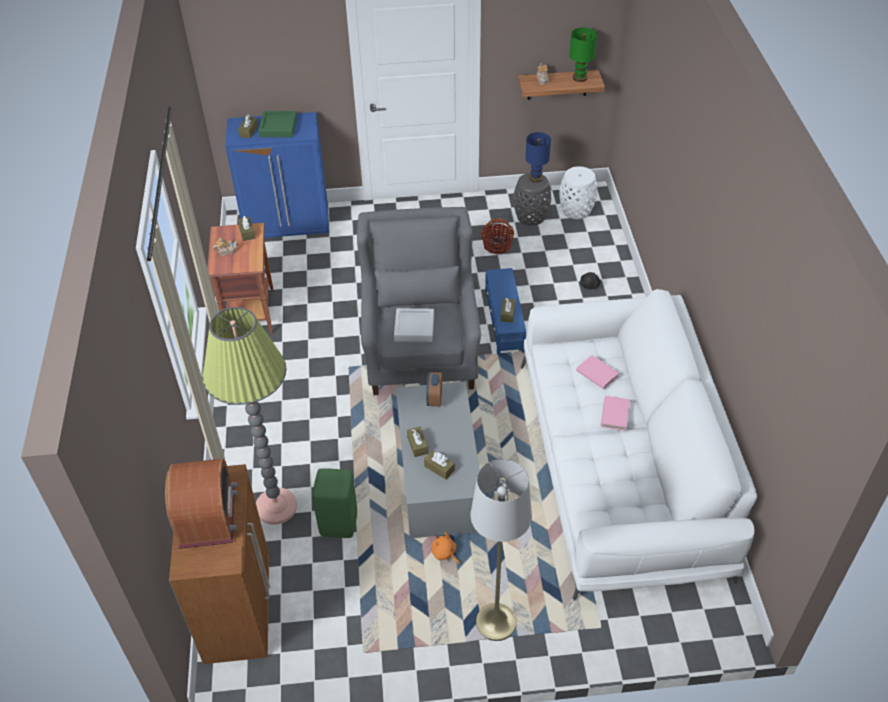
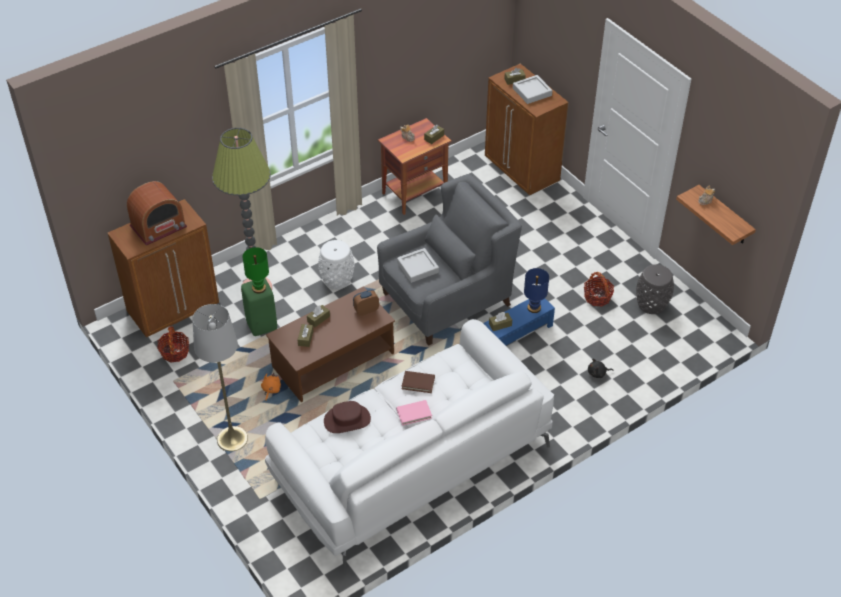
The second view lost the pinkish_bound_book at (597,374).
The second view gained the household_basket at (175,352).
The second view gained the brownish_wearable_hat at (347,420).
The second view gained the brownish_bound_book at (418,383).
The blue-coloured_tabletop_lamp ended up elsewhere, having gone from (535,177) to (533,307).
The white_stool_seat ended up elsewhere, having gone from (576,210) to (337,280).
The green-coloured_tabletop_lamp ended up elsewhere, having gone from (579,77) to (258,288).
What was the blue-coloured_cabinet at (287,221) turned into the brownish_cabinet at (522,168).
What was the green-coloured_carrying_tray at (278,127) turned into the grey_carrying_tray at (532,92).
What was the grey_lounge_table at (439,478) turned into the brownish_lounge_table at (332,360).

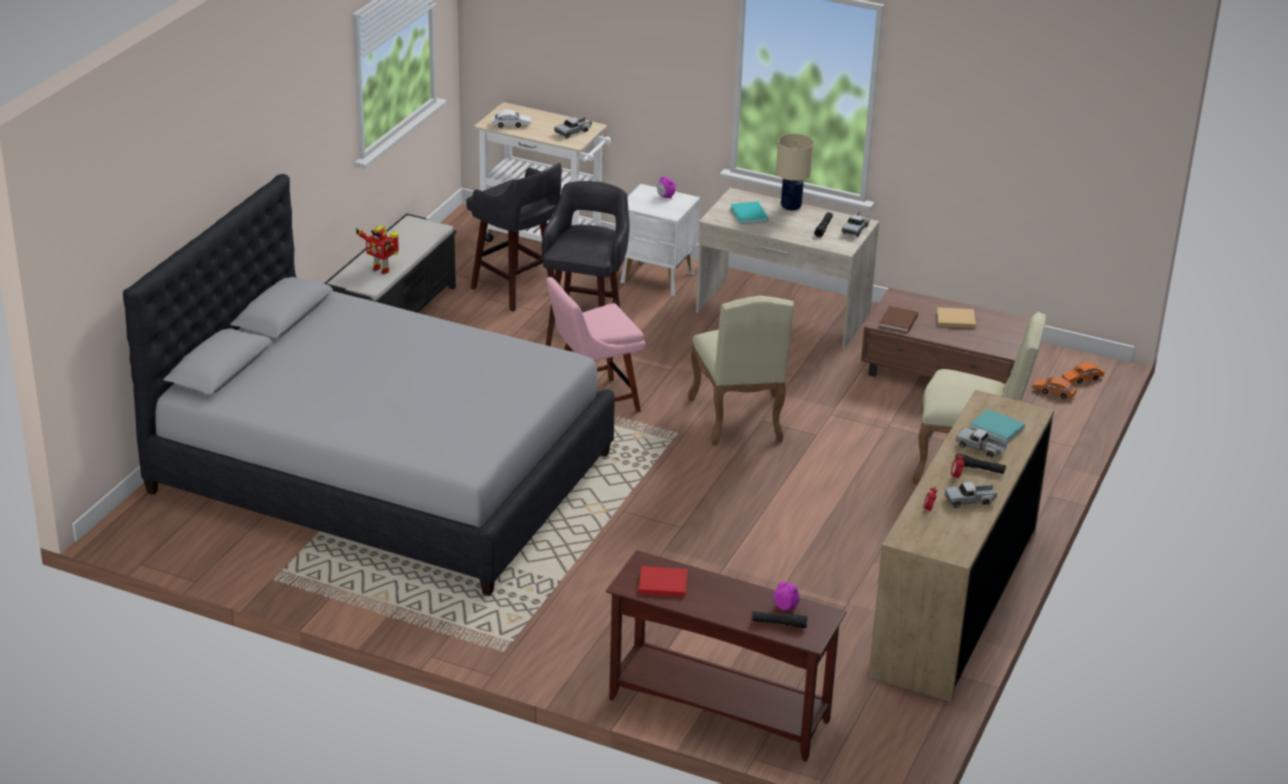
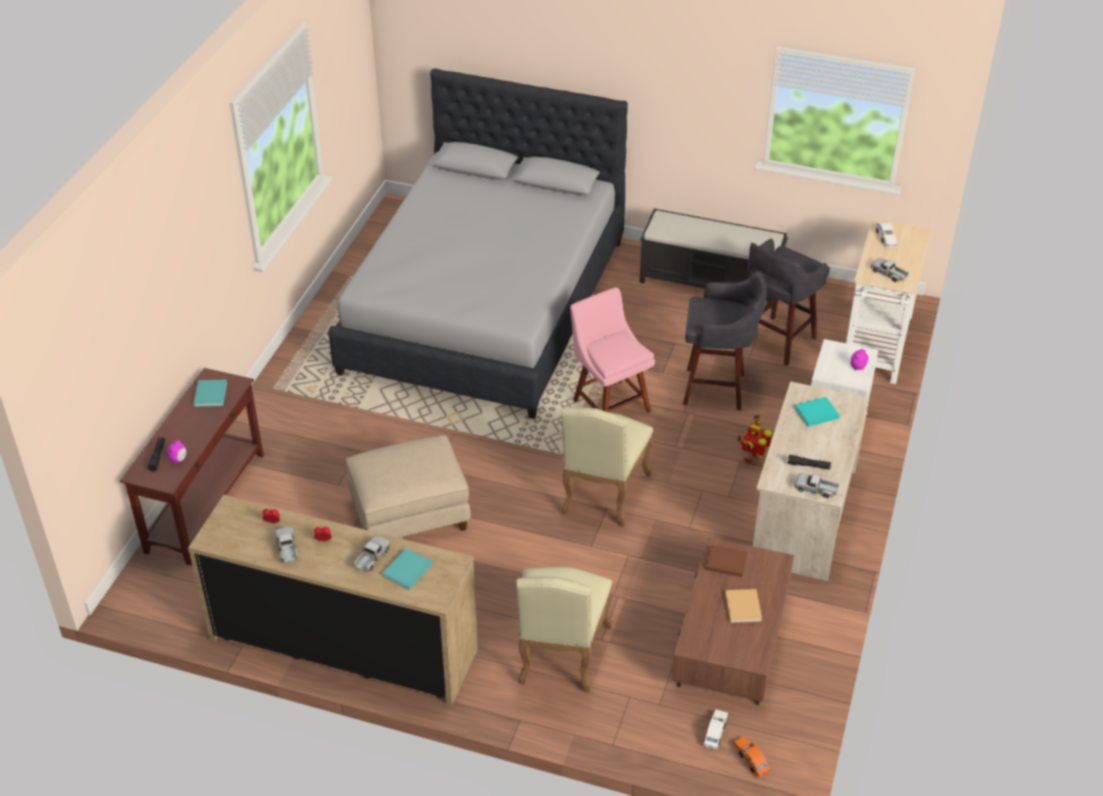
The second view lost the beige_tabletop_lamp at (791,207).
The second view lost the blackish_torch at (979,469).
The second view gained the beige_ottoman at (410,515).
The robot_figure ended up elsewhere, having gone from (381,269) to (752,458).
What was the red_bound_book at (661,583) turned into the turquoise_bound_book at (210,393).
What was the orange-coloured_toy_car at (1053,392) turned into the white_toy_car at (715,732).
The beige_plain_chair at (740,421) ended up facing another way, 60 degrees counterclockwise from before.

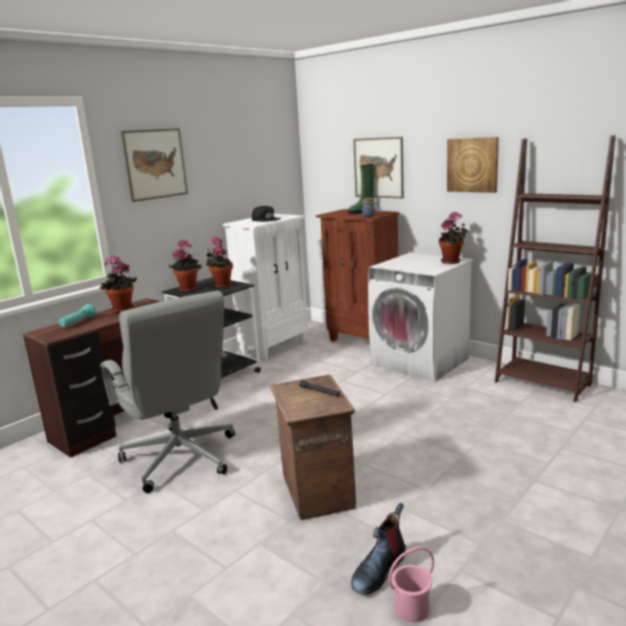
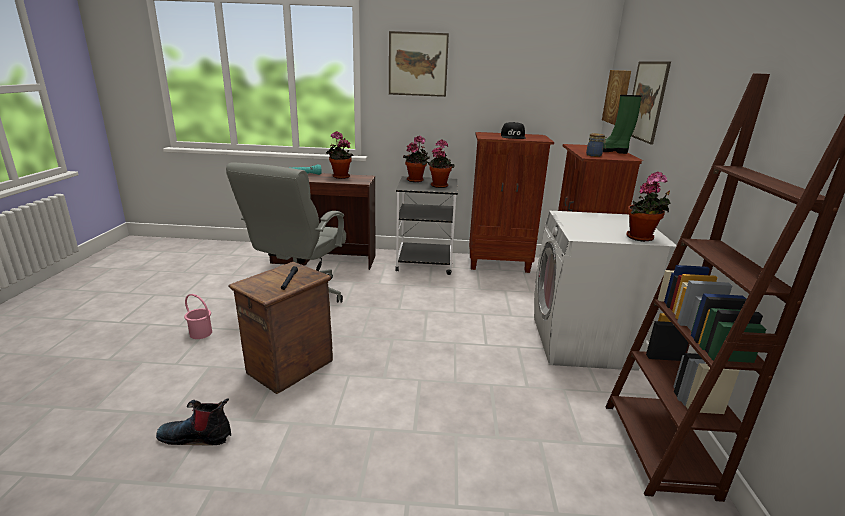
The pinkish_bucket ended up elsewhere, having gone from (412,609) to (200,333).
The wall_picture ended up elsewhere, having gone from (472,165) to (617,97).
What was the white_cabinet at (274,348) turned into the brownish_cabinet at (499,265).

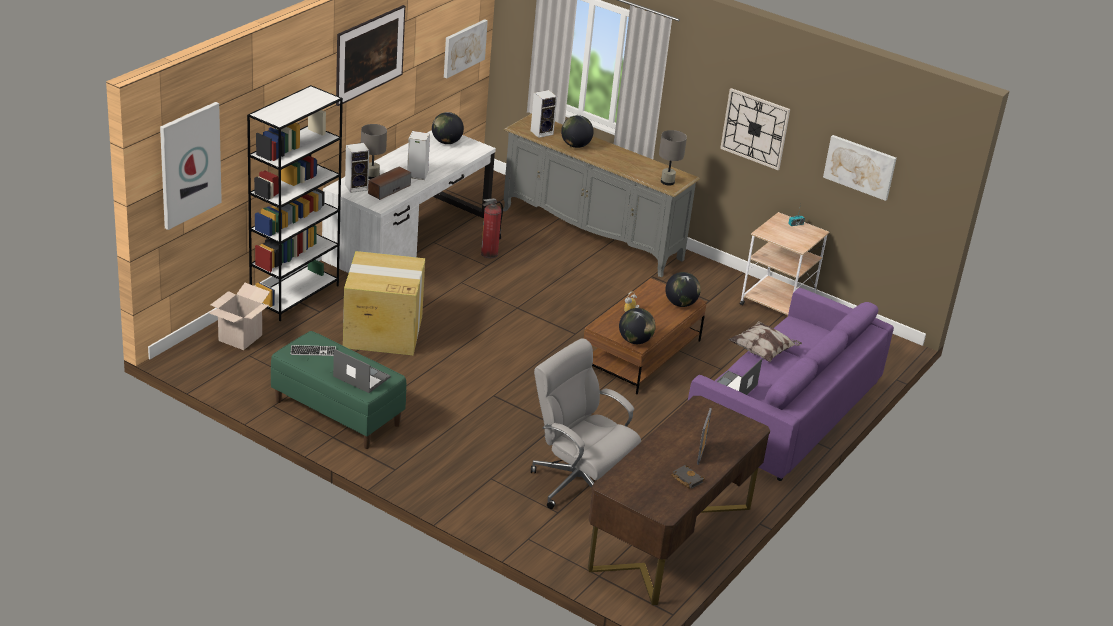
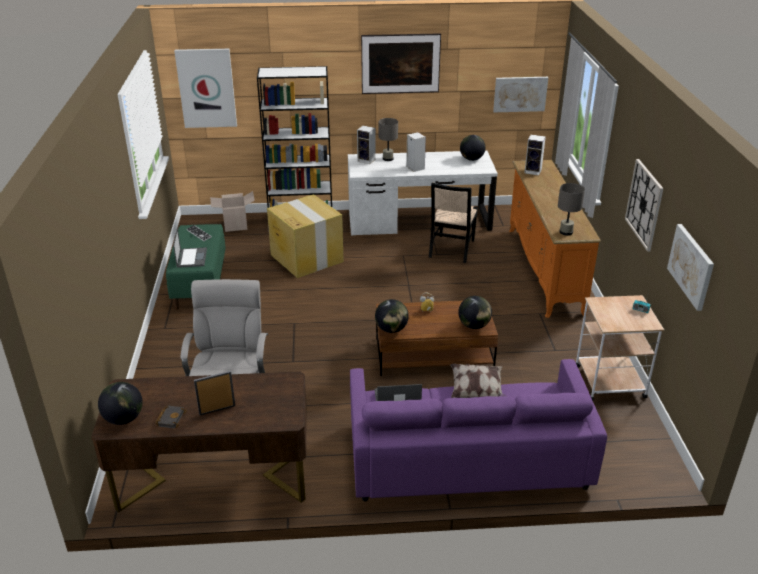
The second view lost the speaker at (389,189).
The desk_globe ended up elsewhere, having gone from (575,145) to (124,419).
Where the fire-fighting_cylinder stood at (489,254), the plain_chair came to stand at (452,249).
What was the grey_cabinet at (591,235) turned into the orange-coloured_cabinet at (543,269).

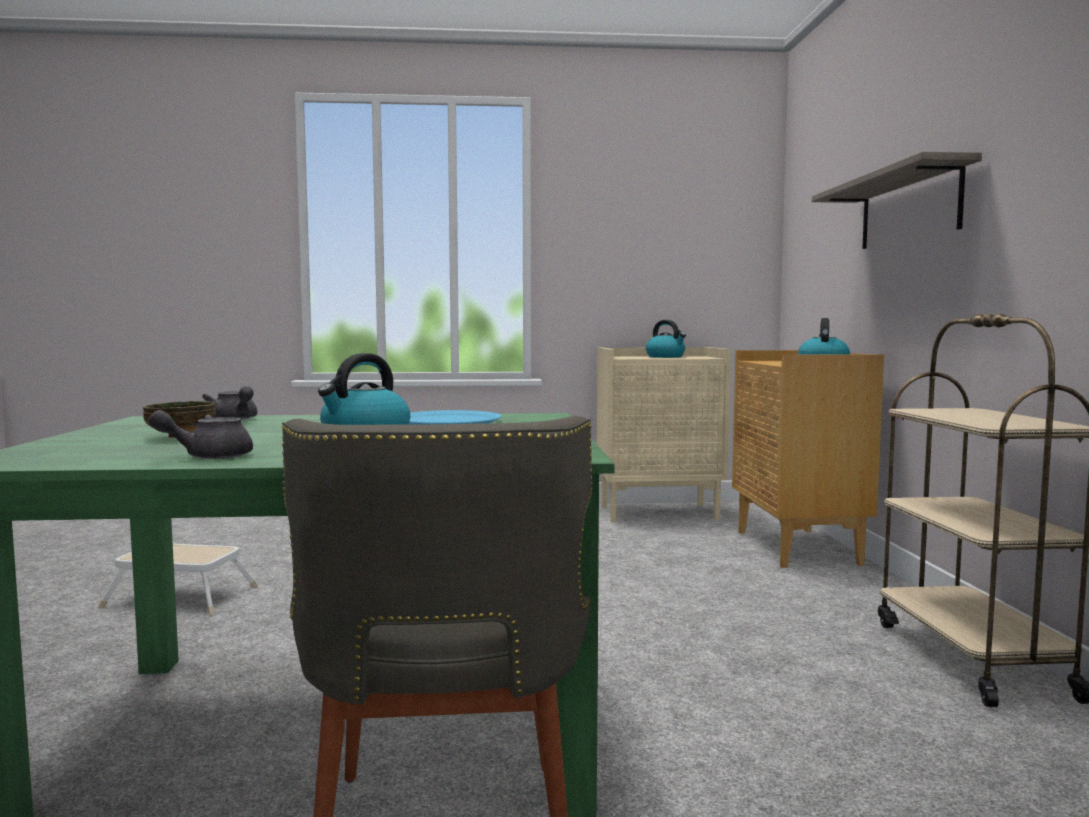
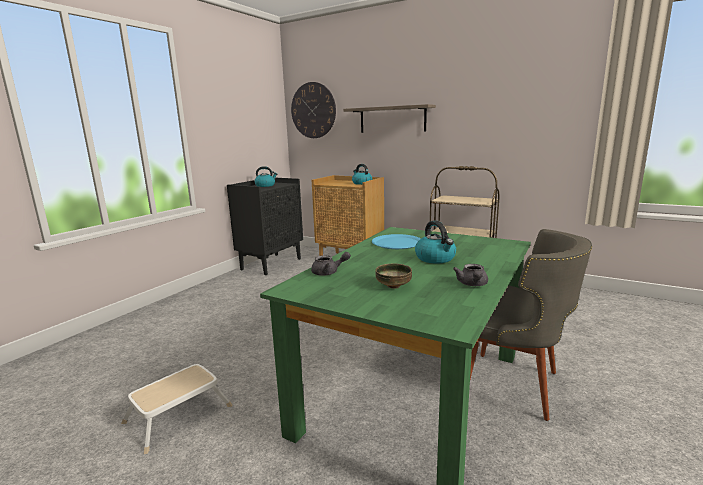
The second view gained the clock_on_the_wall at (313,110).
What was the beige_cabinet at (659,513) turned into the blackish_cabinet at (271,264).

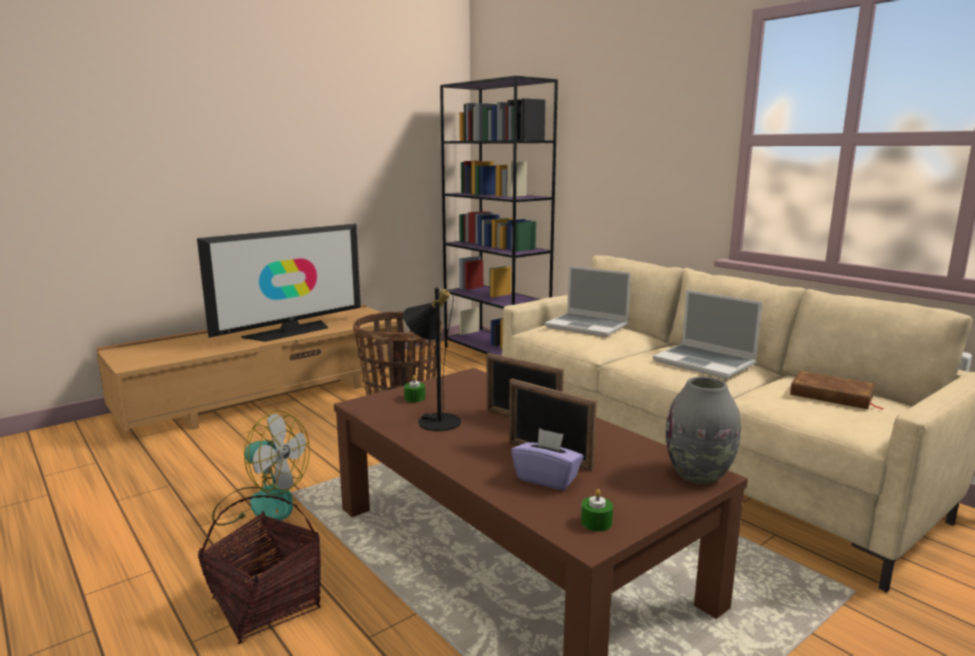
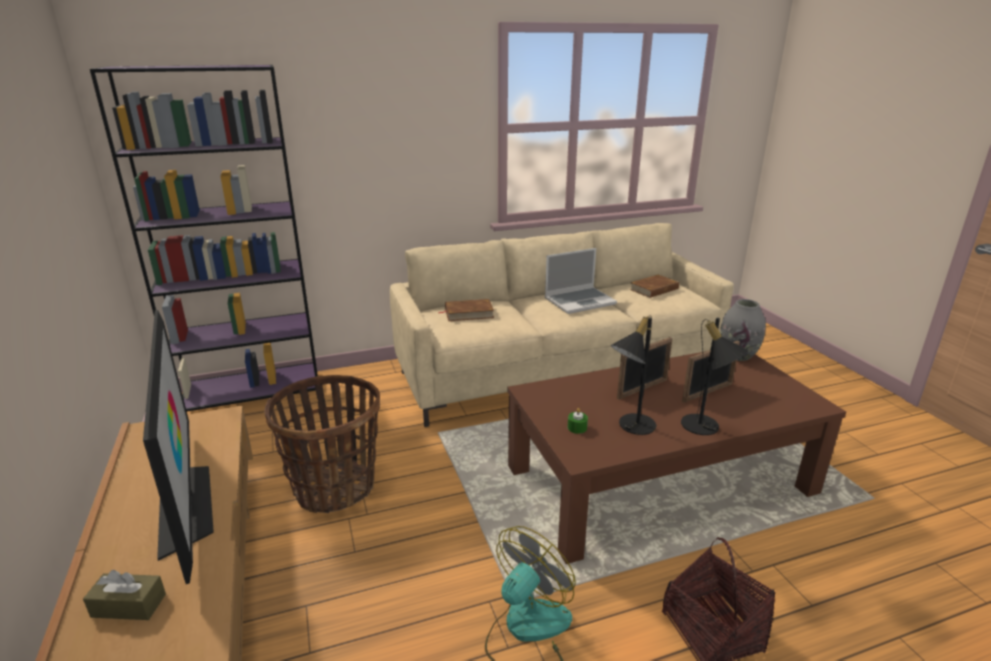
The second view lost the purple-coloured_tissue_holder at (547,479).
The second view lost the green-coloured_wax_light at (596,522).
The second view gained the brownish_tissue_holder at (129,605).
The second view gained the blackish_tabletop_lamp at (705,428).
Where the laptop stood at (588,326), the brownish_bound_book came to stand at (468,313).

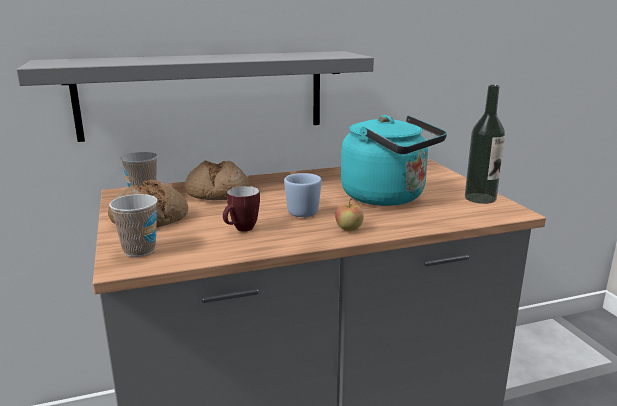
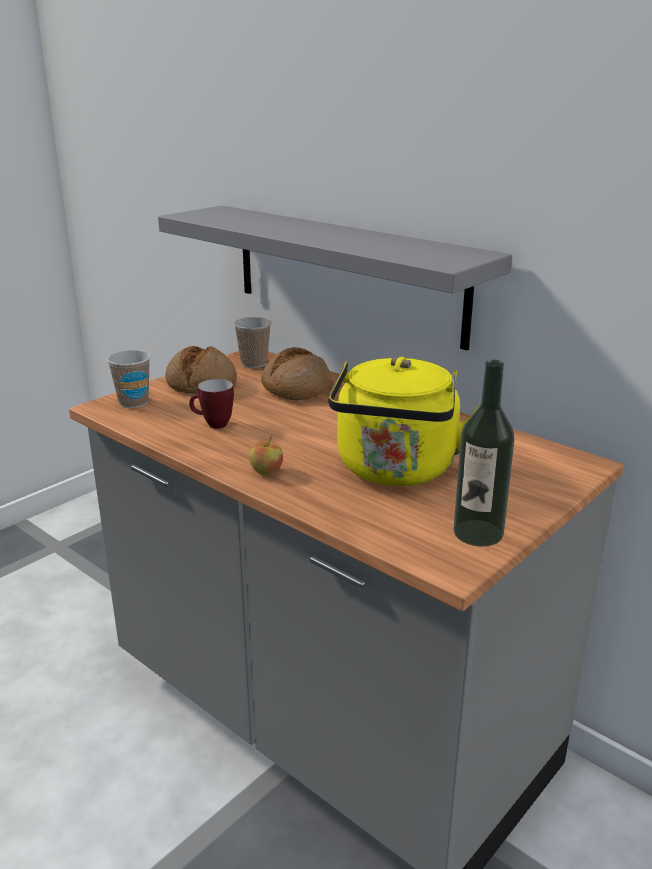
The second view lost the blue-coloured_coffee_mug at (302,211).
What was the turquoise_kettle at (388,197) turned into the yellowish_kettle at (396,471).

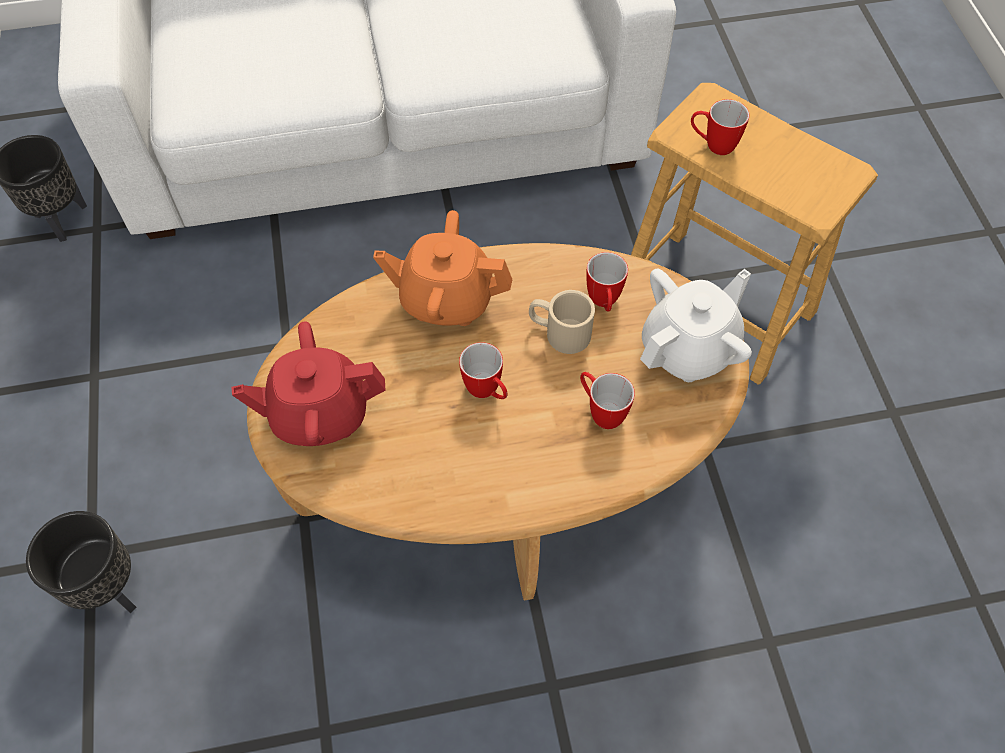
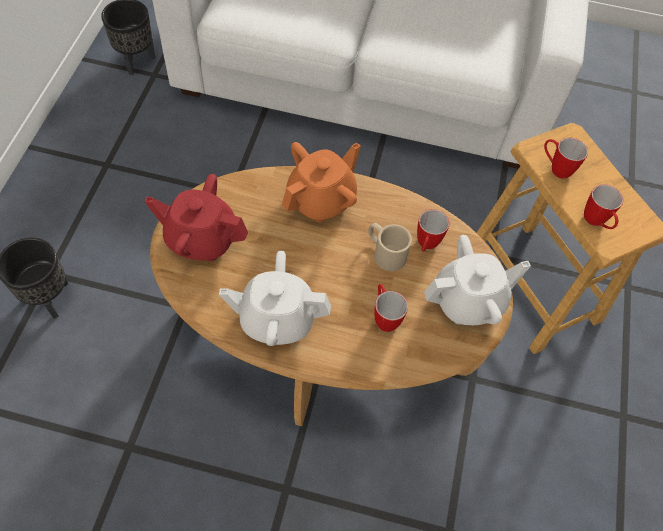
The second view gained the white_tea_pot at (276,319).
The coffee_mug ended up elsewhere, having gone from (487,392) to (596,223).
The orange-coloured_tea_pot at (446,299) ended up facing another way, 105 degrees clockwise from before.

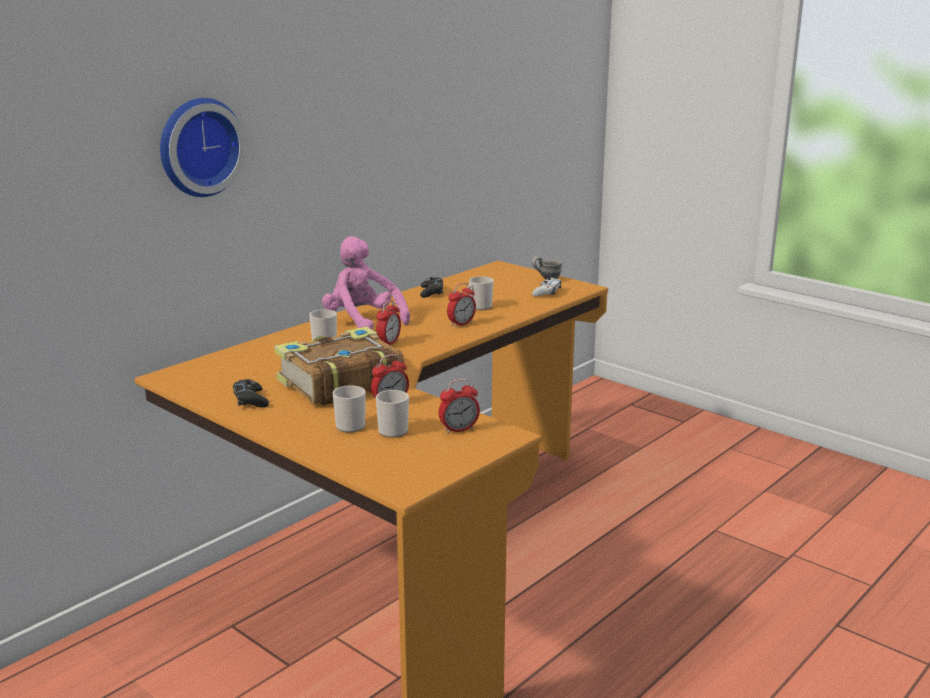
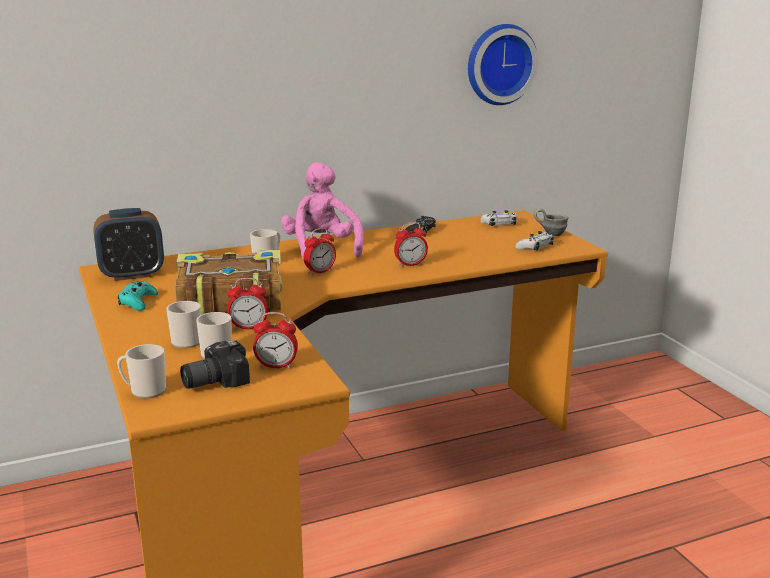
The second view gained the alarm_clock at (132,275).
The second view gained the photo_camera at (212,381).
The second view gained the white_gamepad at (499,224).
The clock_on_the_wall ended up elsewhere, having gone from (198,147) to (499,64).
The coffee_mug ended up elsewhere, having gone from (479,307) to (144,391).
What was the blackish_gamepad at (250,400) turned into the turquoise_gamepad at (138,302).

